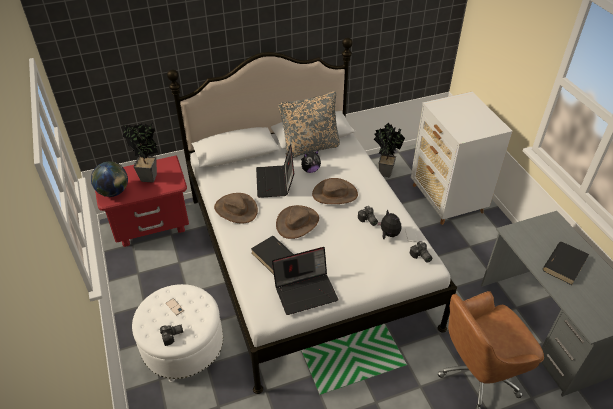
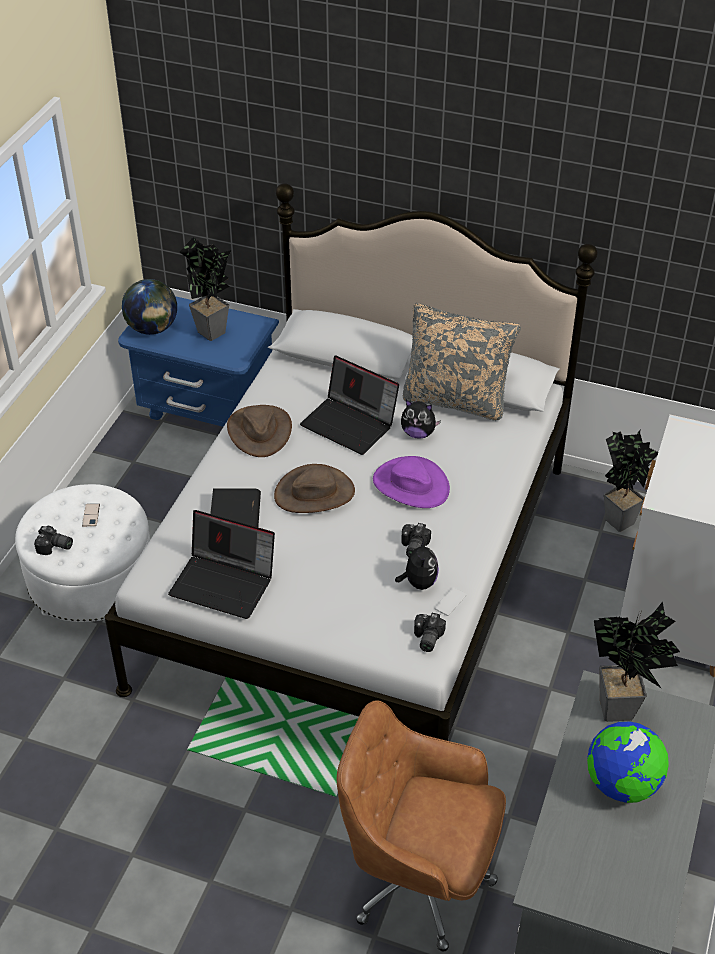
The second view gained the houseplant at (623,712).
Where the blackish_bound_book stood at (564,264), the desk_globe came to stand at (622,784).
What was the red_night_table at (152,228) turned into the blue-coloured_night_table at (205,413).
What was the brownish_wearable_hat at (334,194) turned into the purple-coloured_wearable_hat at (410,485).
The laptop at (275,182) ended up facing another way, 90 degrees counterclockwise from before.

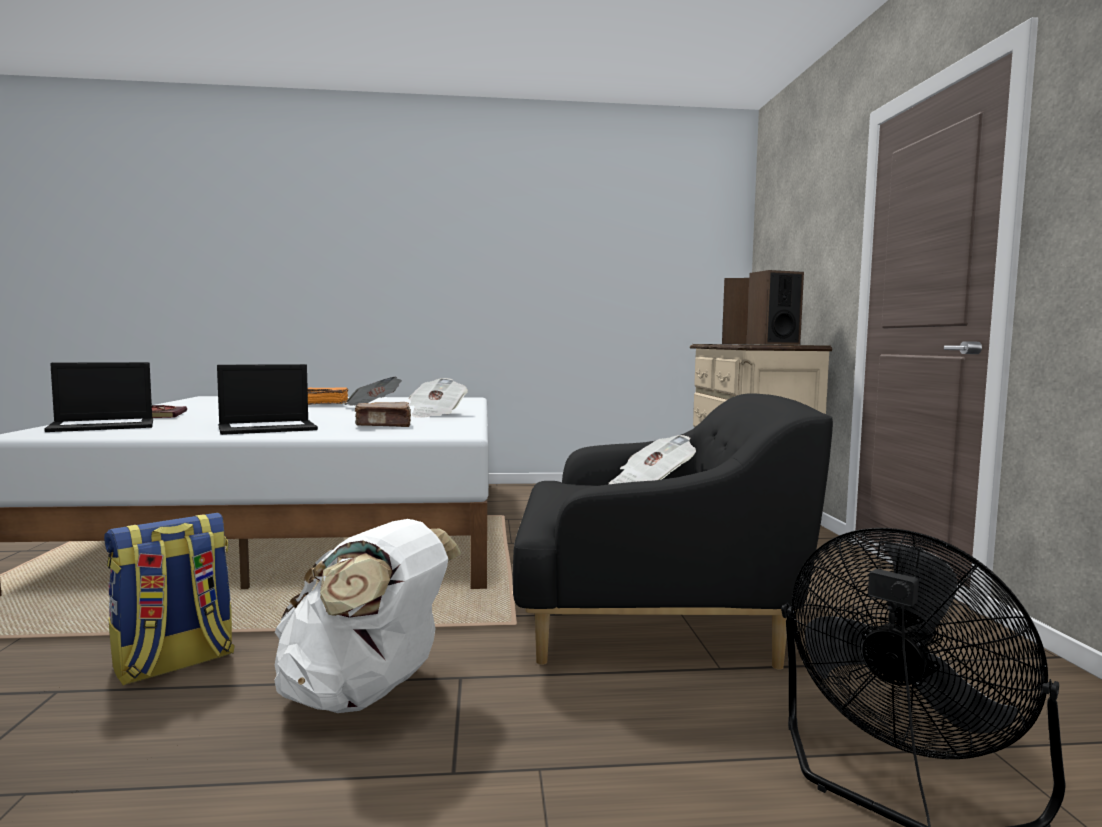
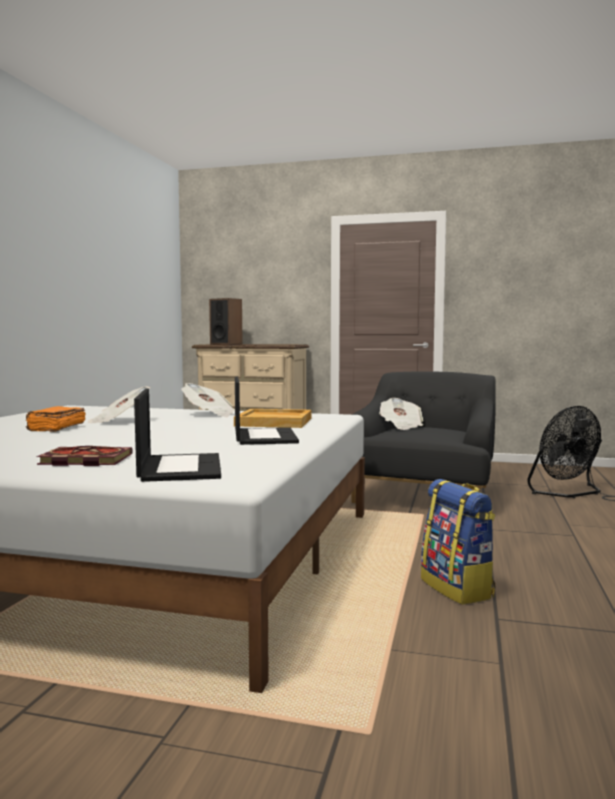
The second view lost the white_rucksack at (366,695).
The second view lost the speaker at (772,344).
Where the brownish_bound_book stood at (384,425), the beige_carrying_tray came to stand at (275,422).

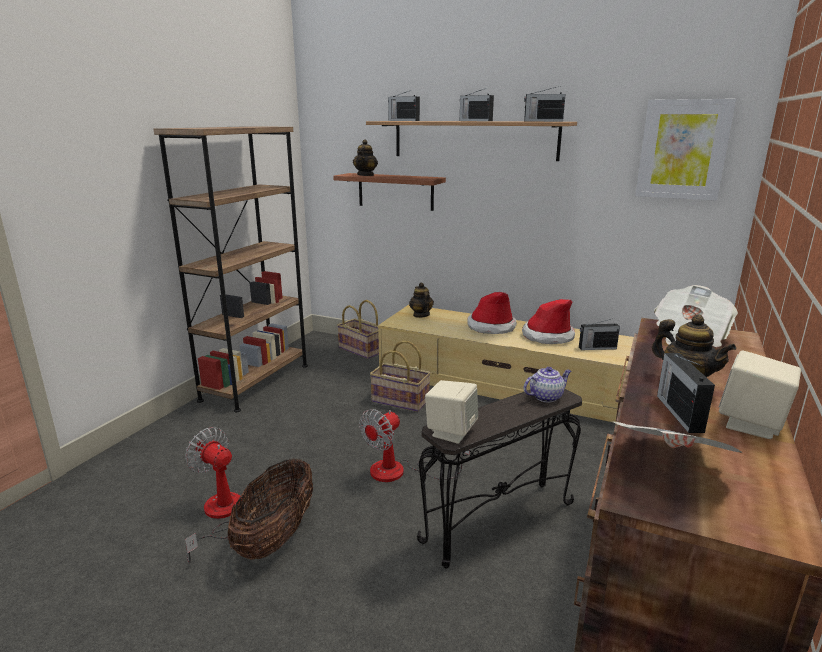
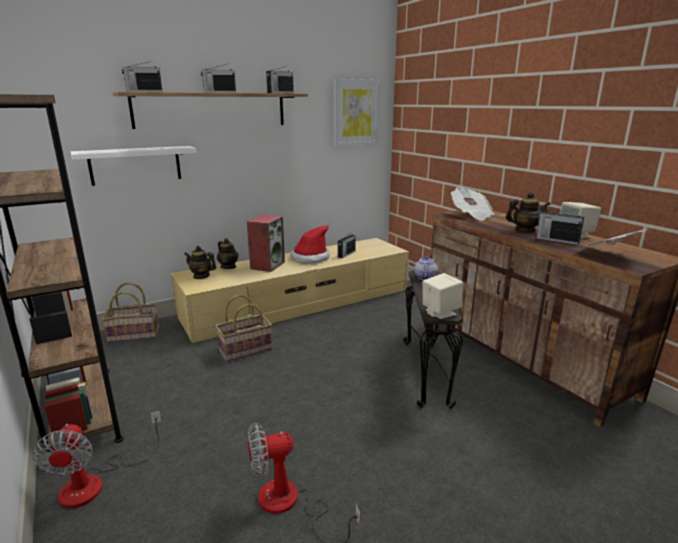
The second view lost the household_basket at (276,536).
The tea_pot ended up elsewhere, having gone from (366,175) to (228,267).
The cooling_fan ended up elsewhere, having gone from (400,472) to (96,482).
Where the wearable_hat stood at (491,327), the speaker came to stand at (267,265).
What was the brownish_shelf at (395,191) turned into the white_shelf at (135,165).

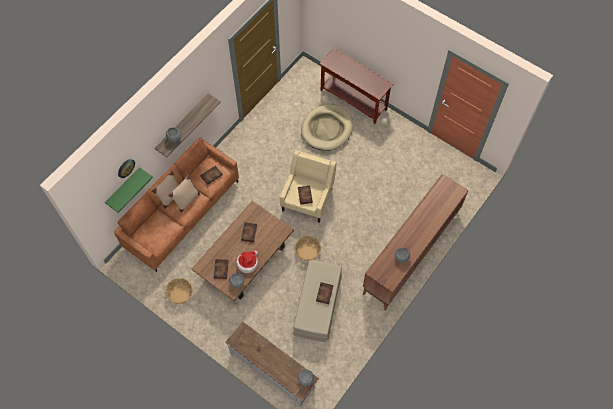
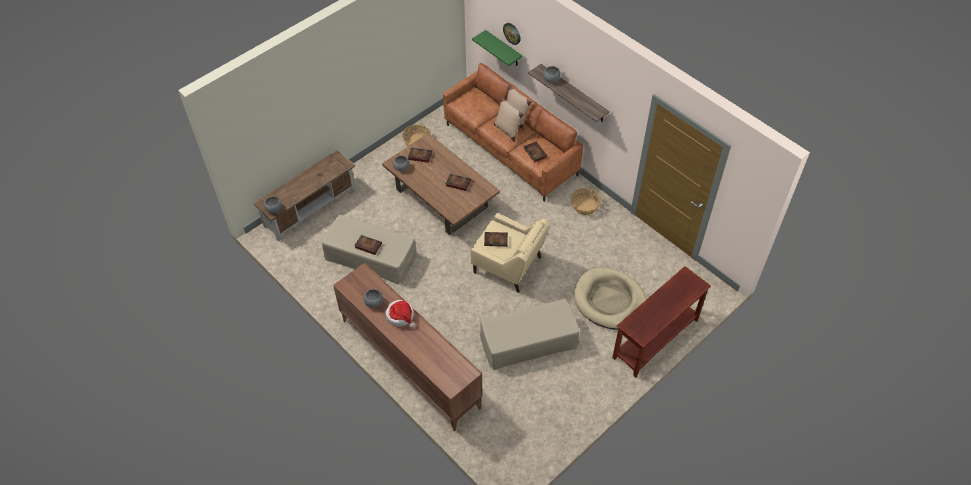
The second view gained the beige_ottoman at (528,341).
The wearable_hat ended up elsewhere, having gone from (248,263) to (401,316).
The household_basket ended up elsewhere, having gone from (307,251) to (585,206).

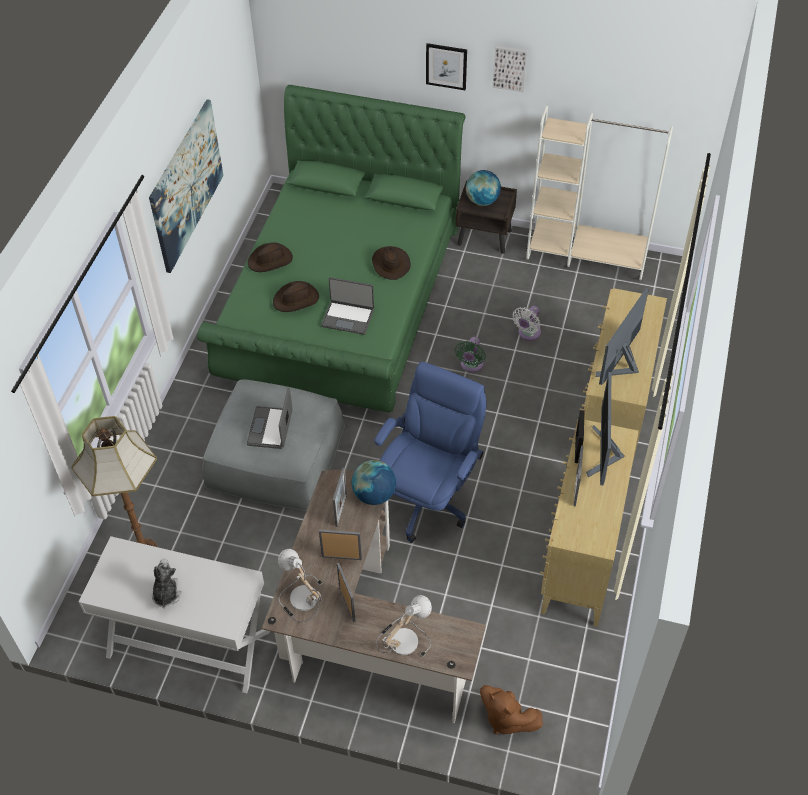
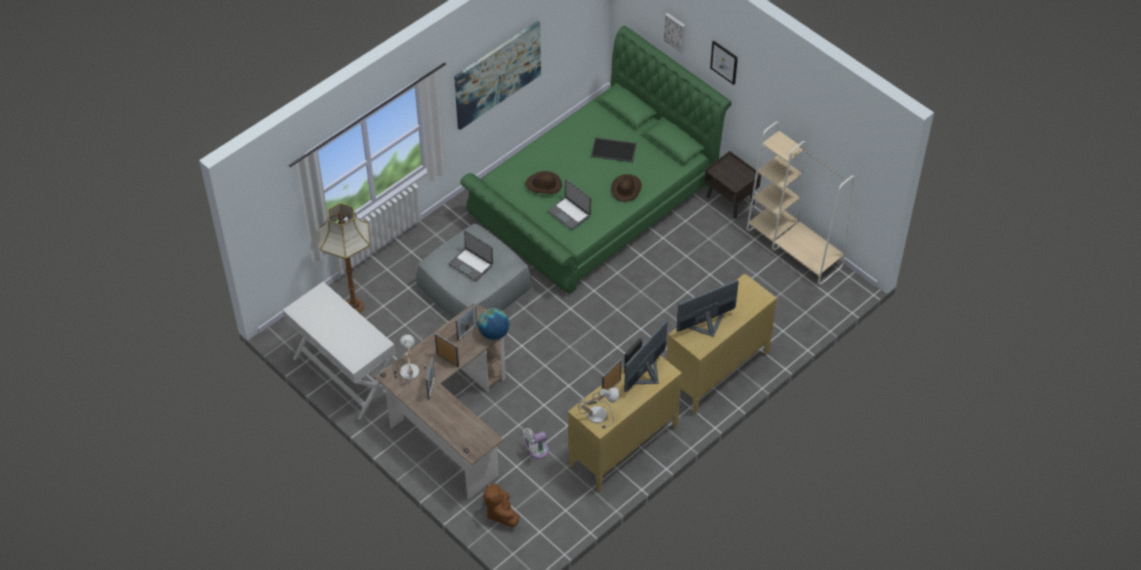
The second view lost the soft_toy at (166,594).
The second view lost the brownish_wearable_hat at (270,260).
The second view lost the blue-coloured_desk_chair at (428,495).
The second view lost the green-coloured_cooling_fan at (471,365).
The second view lost the desk_globe at (482,201).
The second view gained the carrying_tray at (614,149).
The tabletop_lamp ended up elsewhere, having gone from (403,638) to (598,413).
The wall_picture ended up elsewhere, having gone from (510,67) to (675,32).
The white_cooling_fan ended up elsewhere, having gone from (528,333) to (536,451).
The laptop at (271,428) ended up facing another way, 90 degrees counterclockwise from before.

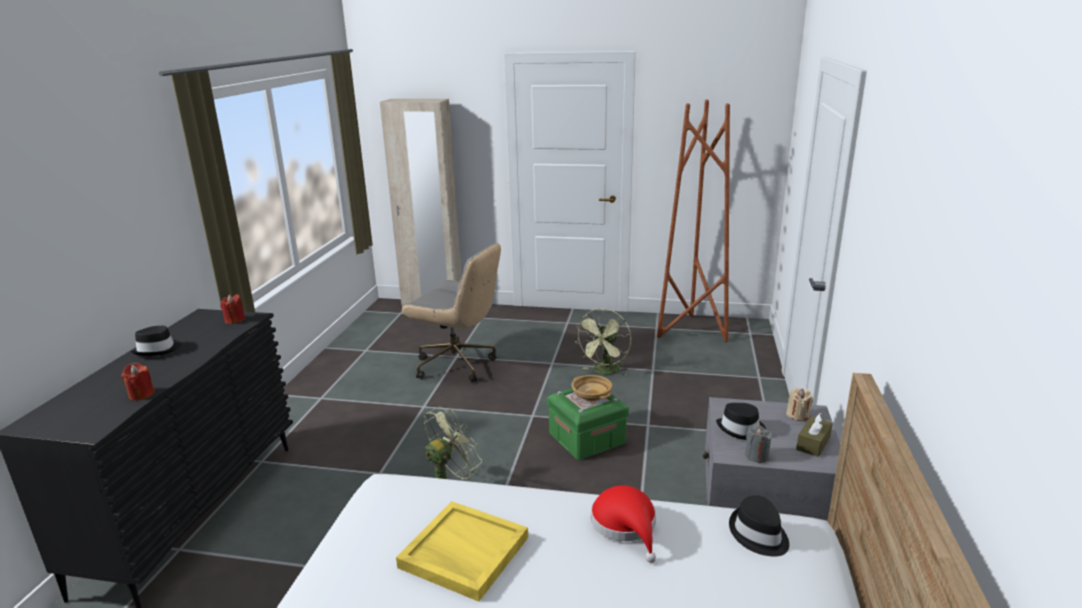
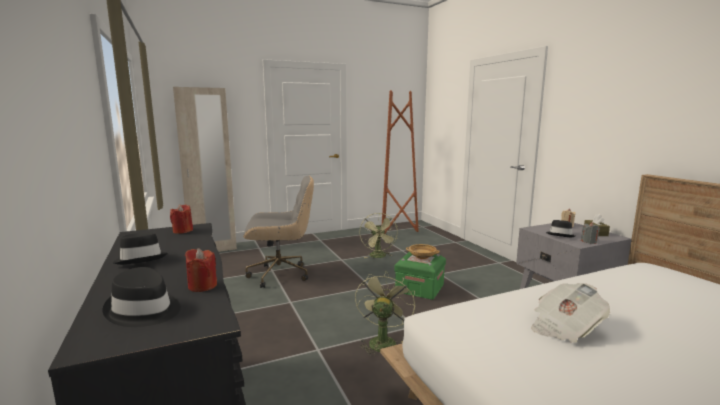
The second view lost the red_wearable_hat at (626,525).
The blackish_wearable_hat ended up elsewhere, having gone from (758,534) to (144,310).
Where the yellowish_carrying_tray stood at (463,552), the newspaper came to stand at (564,328).

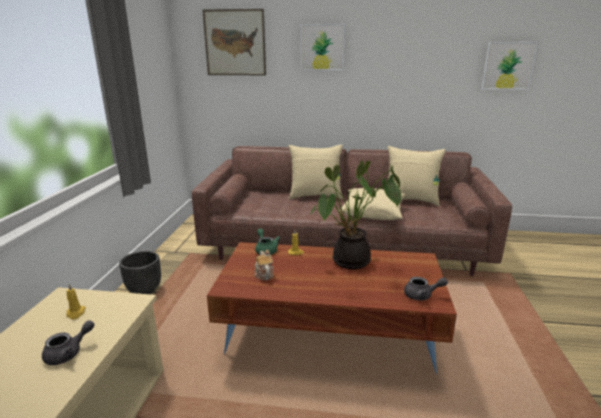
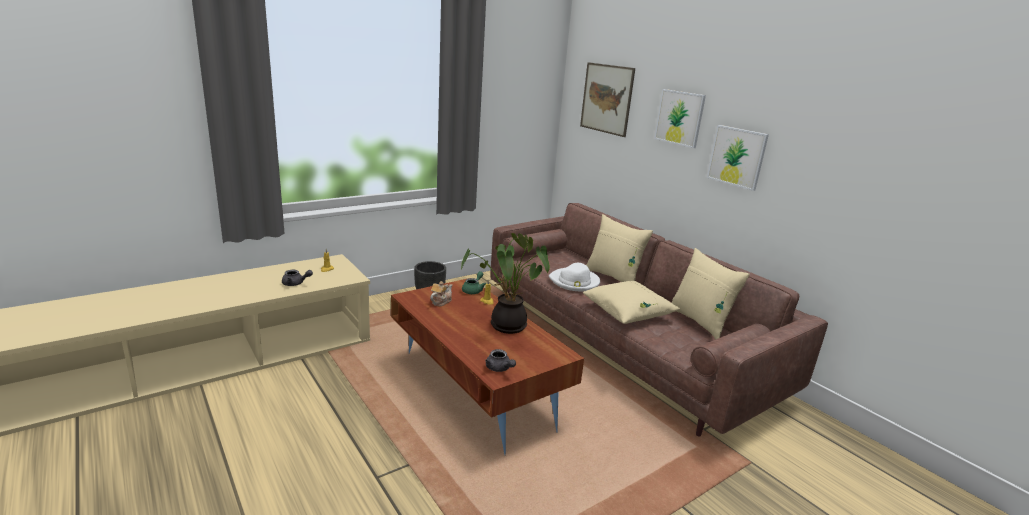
The second view gained the white_wearable_hat at (574,282).
The wall_picture ended up elsewhere, having gone from (508,66) to (737,157).

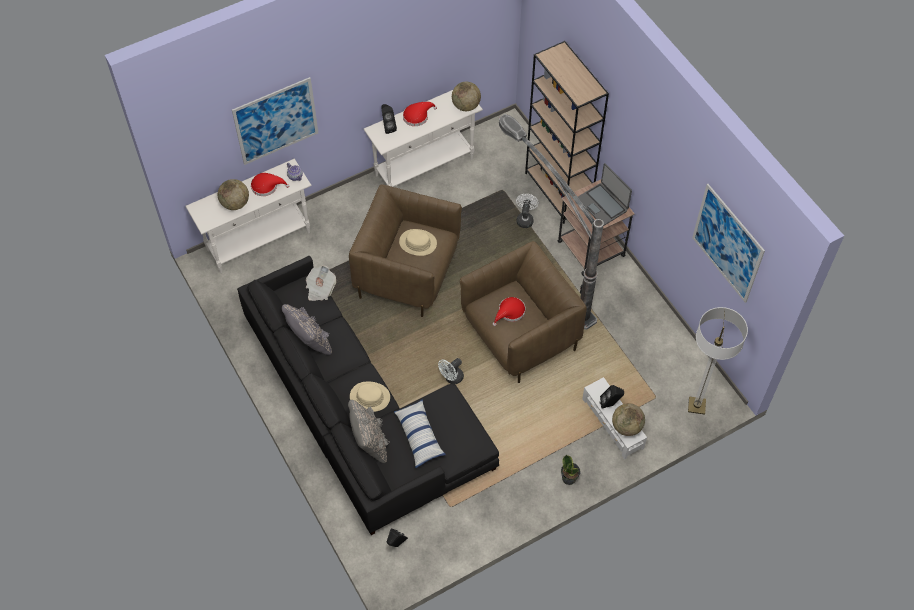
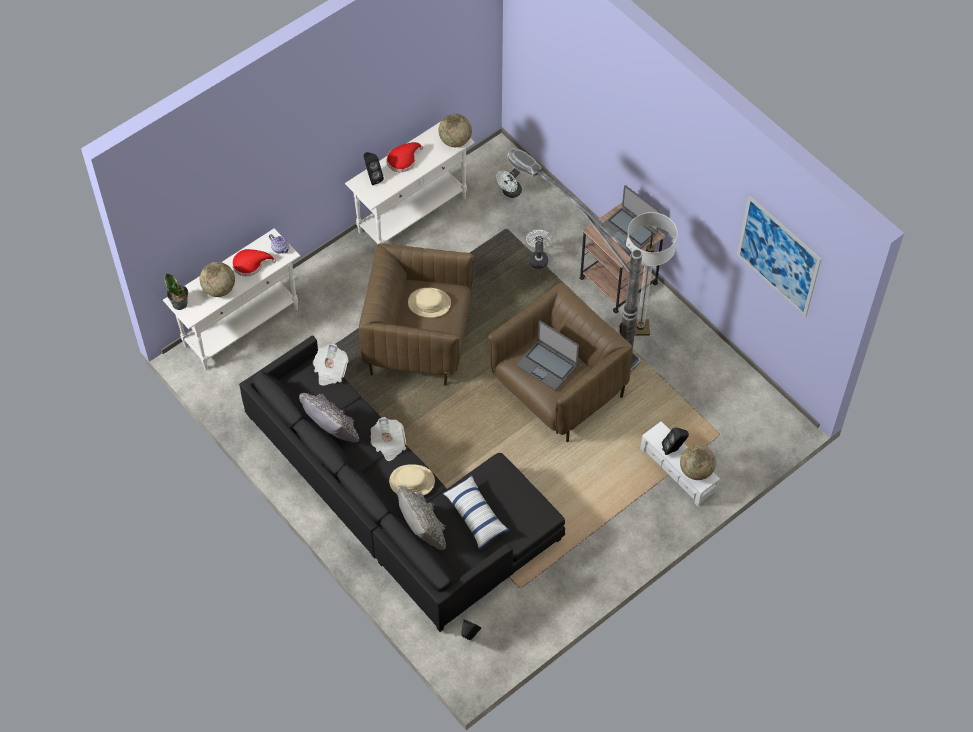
The second view lost the wall_picture at (276,121).
The second view lost the beige_bookcase at (558,192).
The second view gained the newspaper at (388,444).
The white_cooling_fan ended up elsewhere, having gone from (451,378) to (510,192).
The houseplant ended up elsewhere, having gone from (569,478) to (180,303).
The floor_lamp ended up elsewhere, having gone from (696,406) to (640,328).
Where the red_wearable_hat stood at (510,312), the laptop came to stand at (547,365).

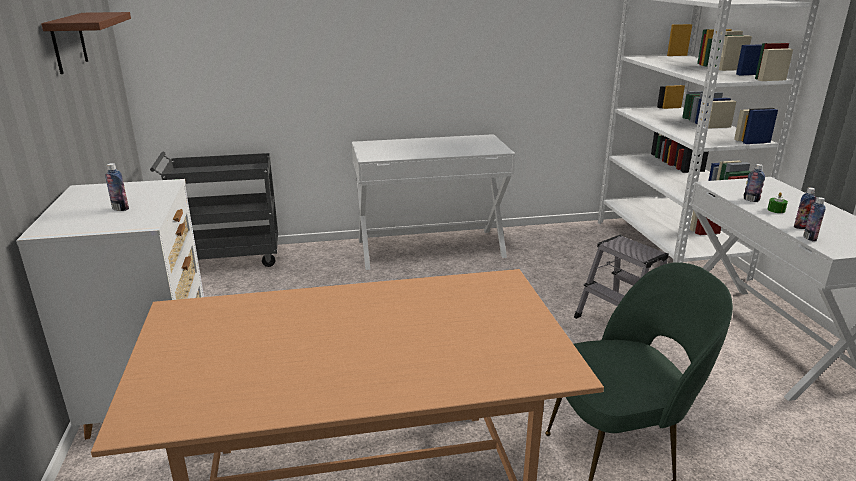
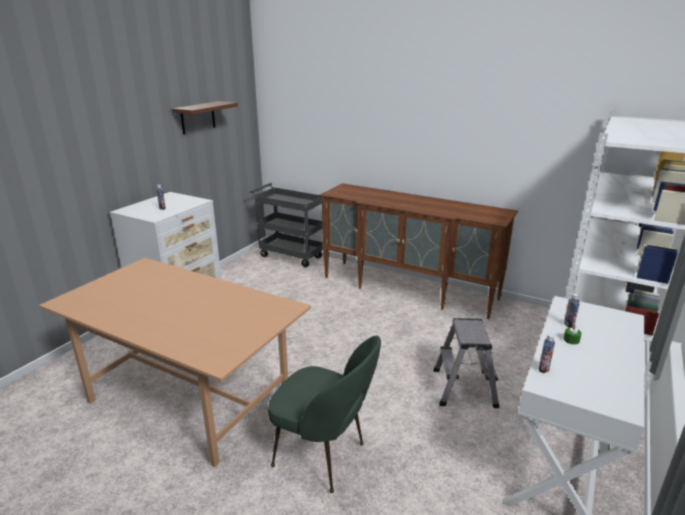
The second view lost the drink_bottle at (801,227).
Where the white_hall_table stood at (430,248), the brownish_cabinet came to stand at (408,288).

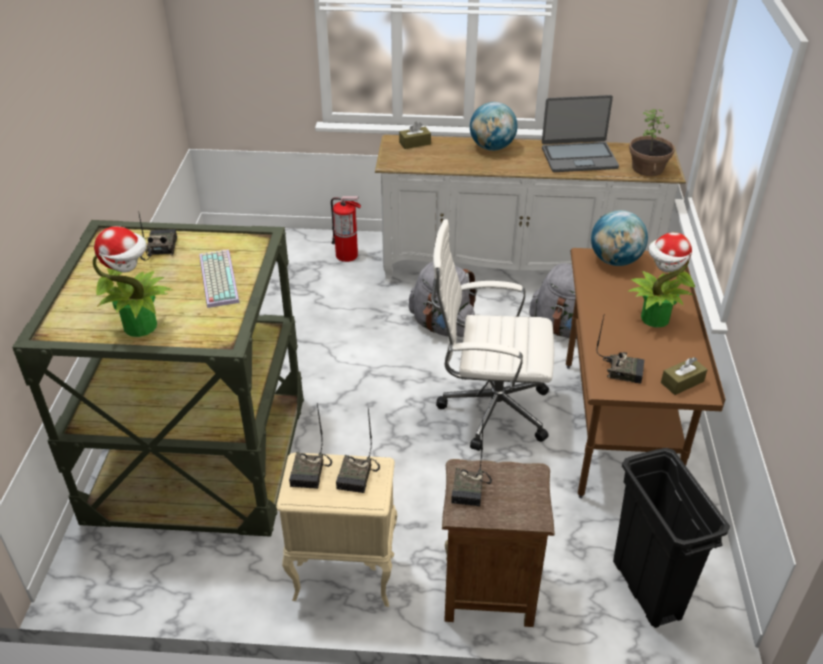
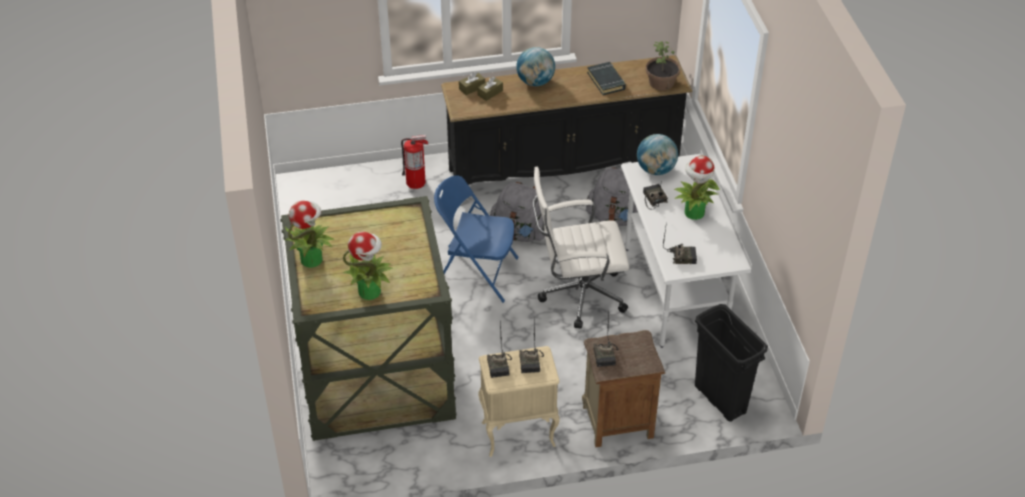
The second view lost the keyboard at (217,278).
The second view gained the houseplant at (312,259).
The second view gained the blue-coloured_plain_chair at (476,273).
The radio_receiver ended up elsewhere, having gone from (159,248) to (653,199).
The brownish_tissue_holder ended up elsewhere, having gone from (682,382) to (490,93).
Where the laptop stood at (578,157), the blackish_bound_book came to stand at (606,81).
What was the white_cabinet at (517,272) turned into the blackish_cabinet at (563,172).
What was the brownish_desk_unit at (616,429) turned into the white_desk_unit at (675,292).

